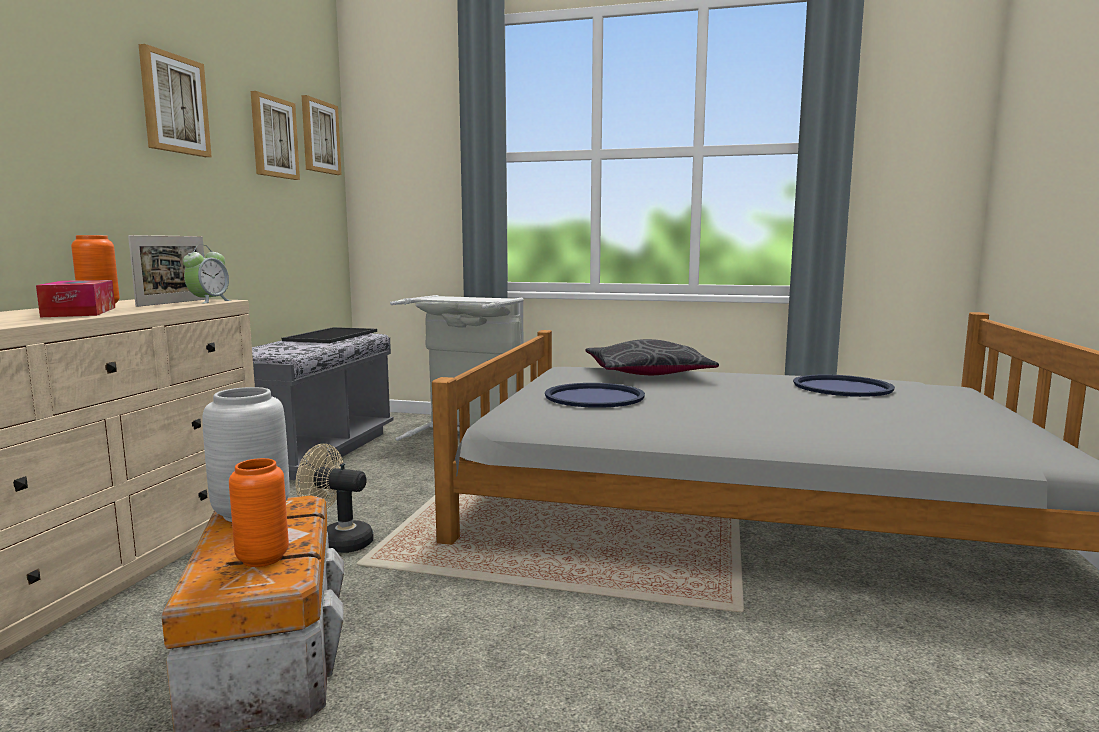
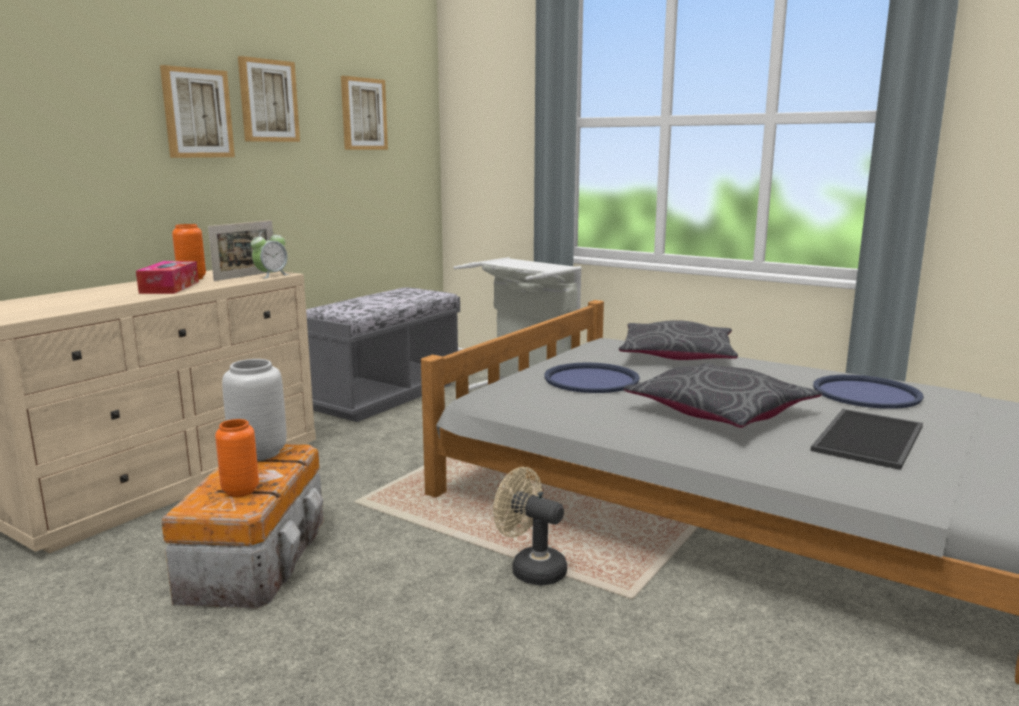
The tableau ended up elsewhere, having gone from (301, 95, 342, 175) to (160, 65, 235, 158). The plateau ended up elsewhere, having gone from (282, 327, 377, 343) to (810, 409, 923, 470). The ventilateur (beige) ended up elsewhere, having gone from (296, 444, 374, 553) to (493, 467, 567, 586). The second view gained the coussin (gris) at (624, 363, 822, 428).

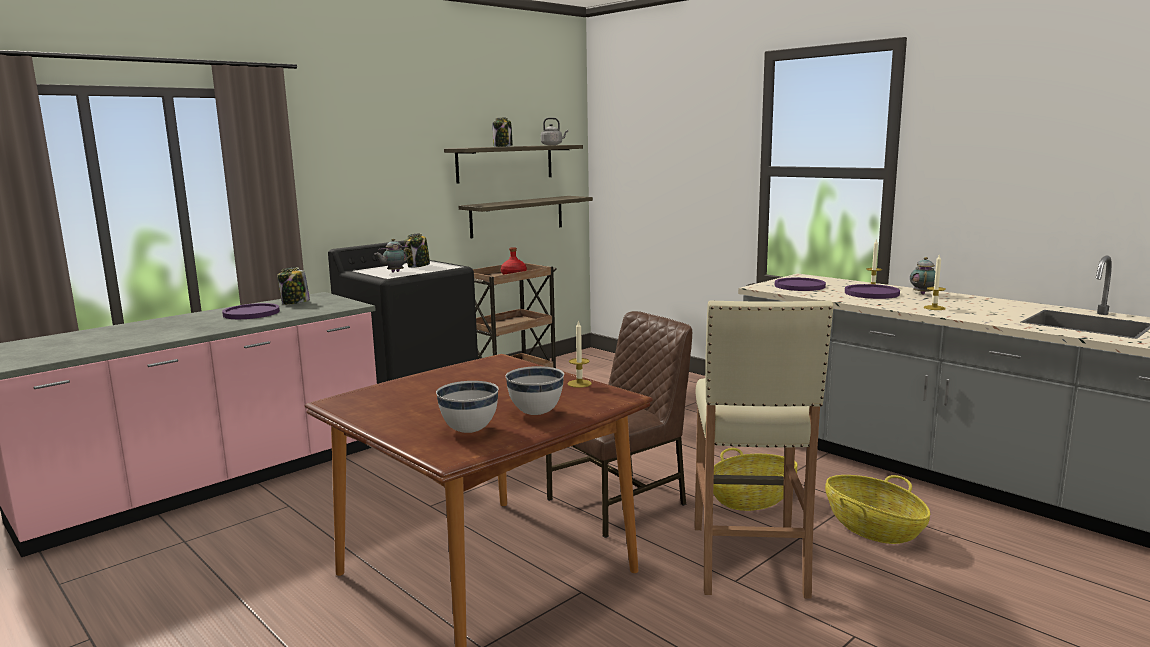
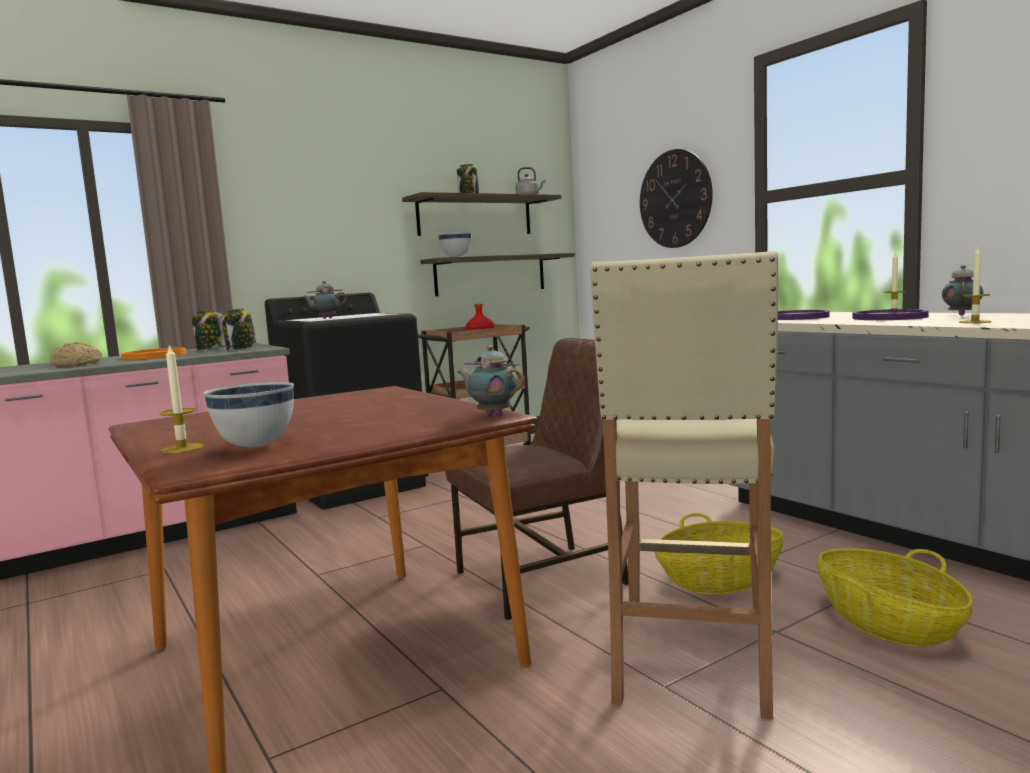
The bocal ended up elsewhere, having gone from (404, 233, 430, 268) to (221, 308, 257, 350). What was the assiette (violet) at (222, 303, 280, 319) turned into the assiette (orange) at (121, 347, 186, 360). The bougie ended up elsewhere, having gone from (568, 320, 592, 388) to (159, 345, 203, 454). The bol (blanc) ended up elsewhere, having gone from (506, 366, 564, 415) to (438, 232, 471, 257). The second view gained the horloge murale at (640, 149, 713, 248). The second view gained the pain at (50, 342, 102, 366). The second view gained the théière at (458, 345, 525, 415).

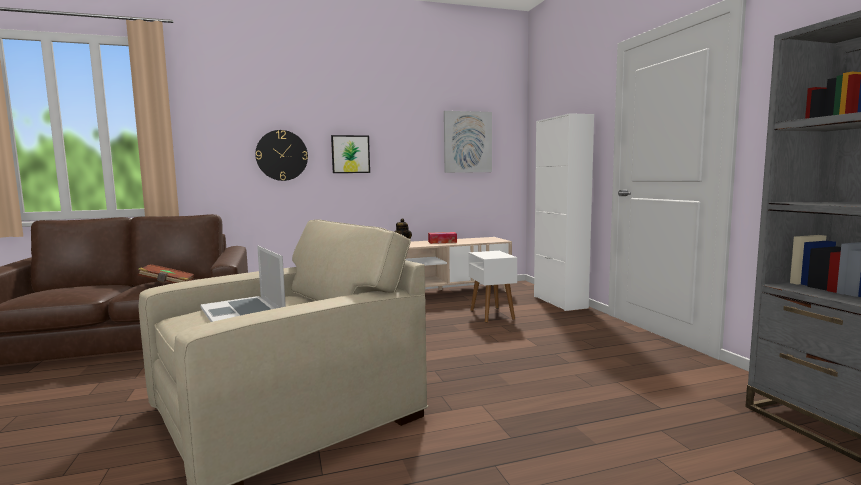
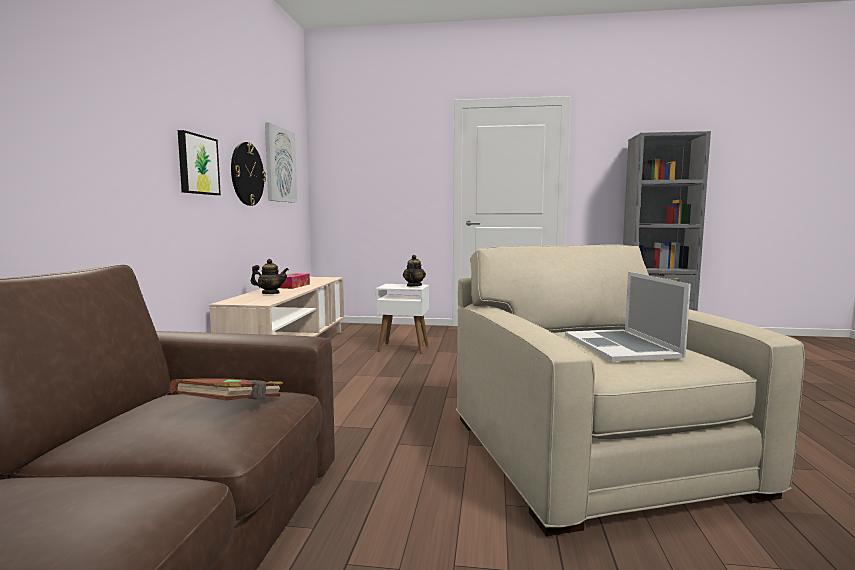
The second view lost the meuble de rangement (blanc) at (534, 113, 594, 311). The horloge murale ended up elsewhere, having gone from (255, 130, 308, 181) to (231, 142, 266, 206). The ordinateur portable at (200, 246, 286, 322) ended up facing another way, 90 degrees clockwise from before. The second view gained the théière at (403, 255, 426, 287).

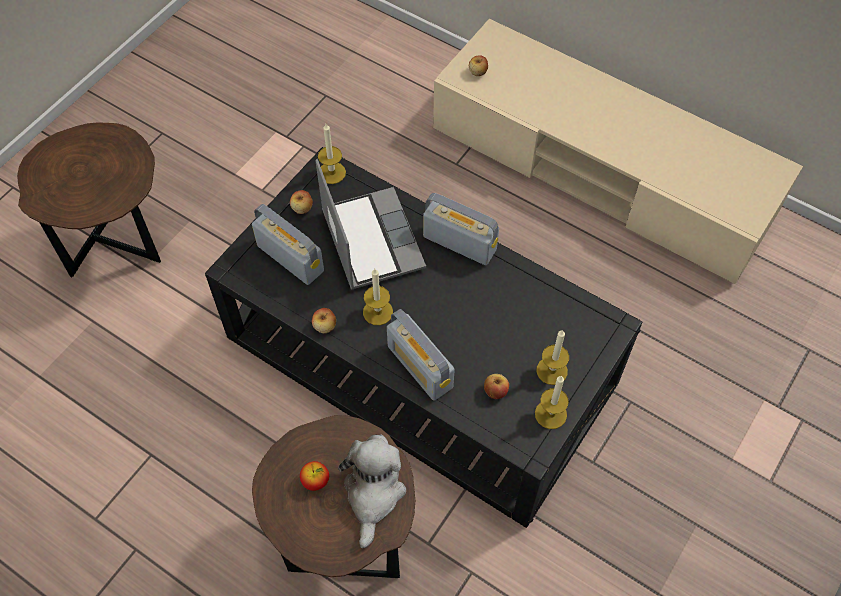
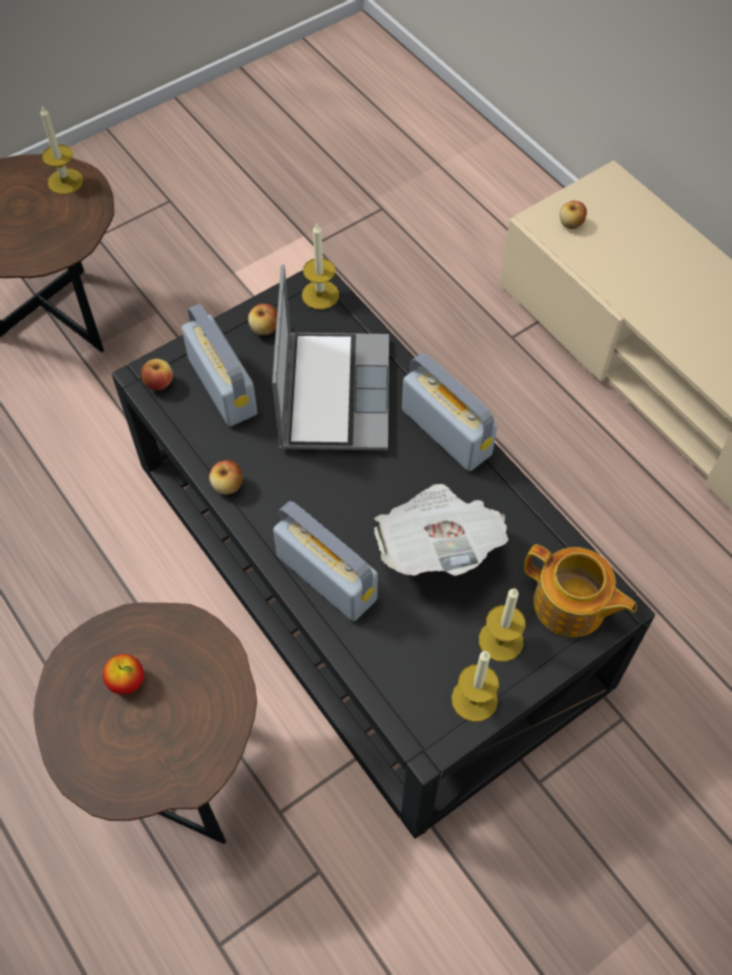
The bougie ended up elsewhere, having gone from (363, 269, 393, 325) to (40, 106, 83, 194). The radio at (387, 309, 454, 401) ended up facing another way, 150 degrees clockwise from before. The pomme ended up elsewhere, having gone from (484, 374, 509, 399) to (141, 359, 173, 390). The second view lost the peluche at (338, 434, 406, 548). The second view gained the journal at (374, 484, 509, 576). The second view gained the théière at (524, 544, 637, 637).

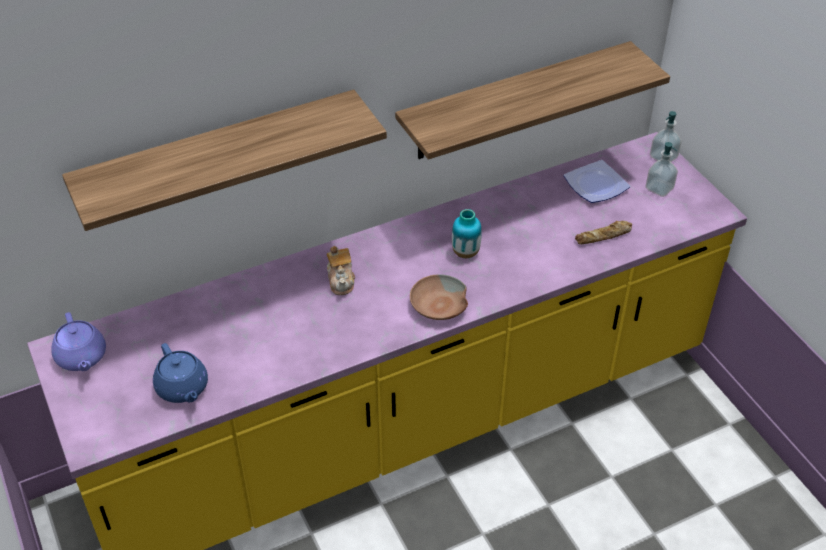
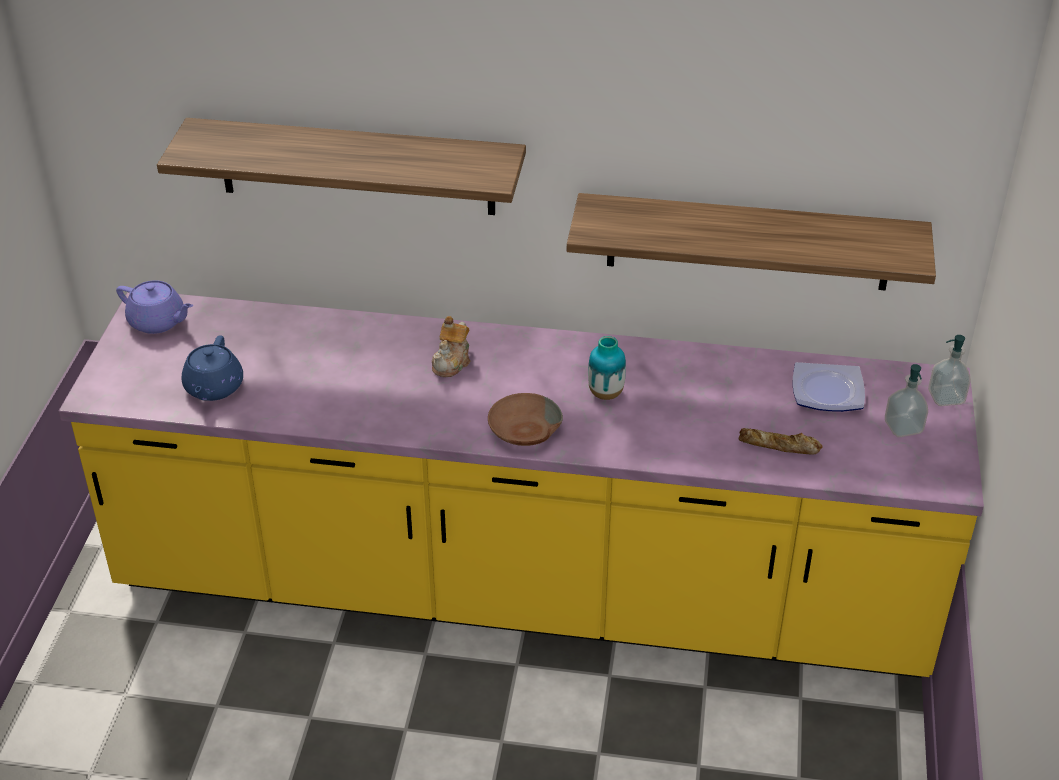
The théière (violet) at (51, 312, 106, 371) ended up facing another way, 75 degrees counterclockwise from before.

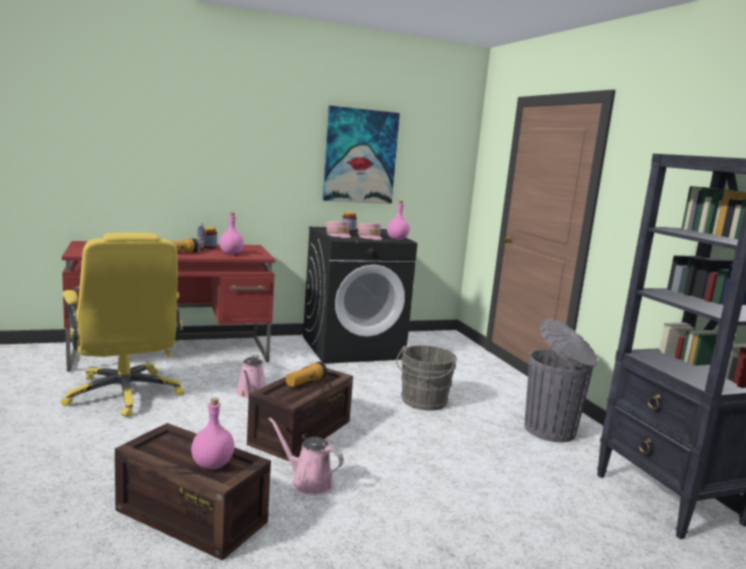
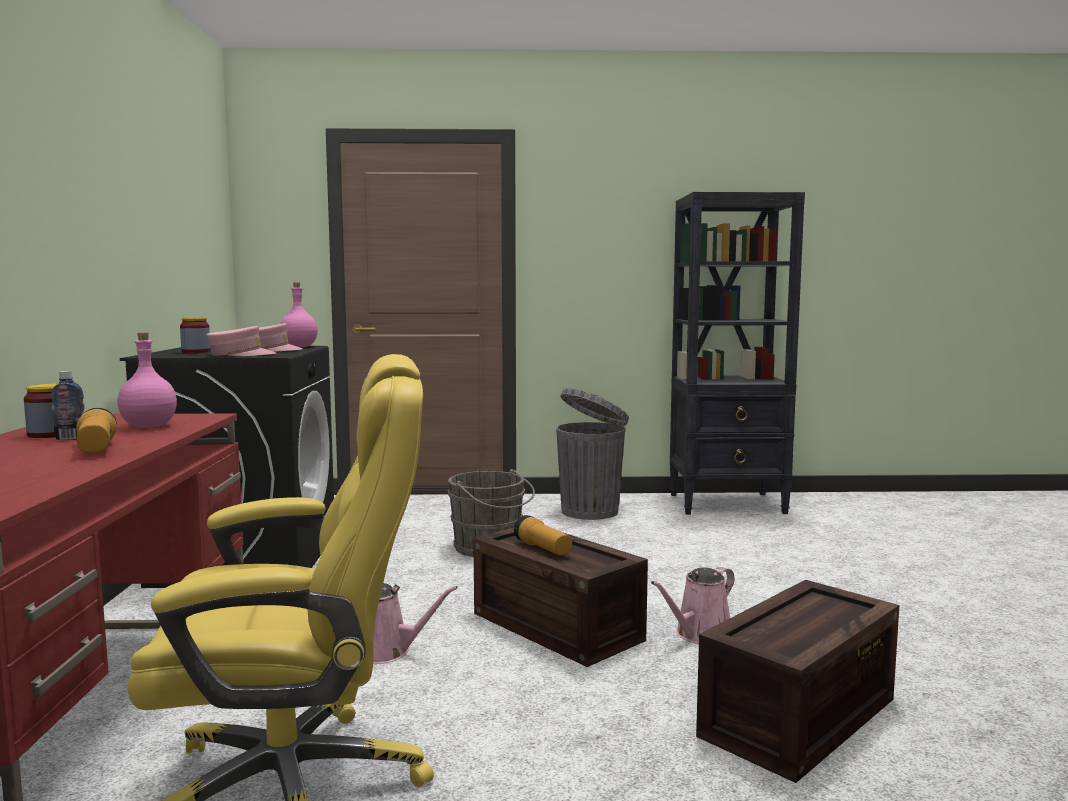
The second view lost the tableau at (323, 105, 400, 204). The second view lost the bouteille (rose) at (191, 397, 234, 469).

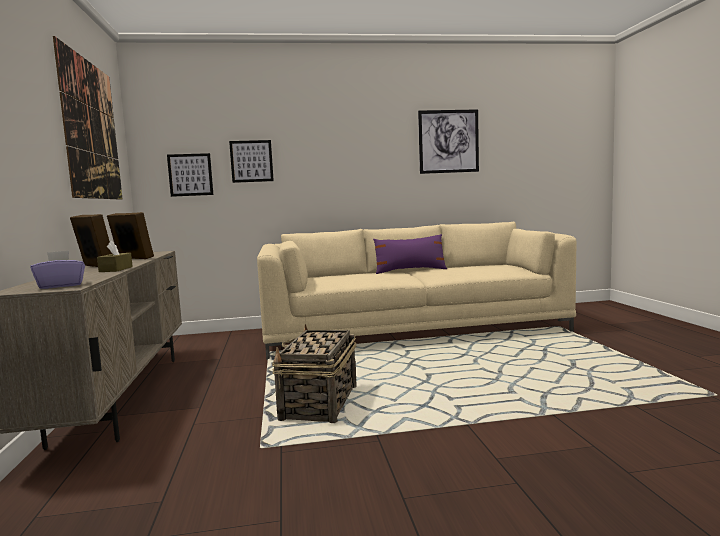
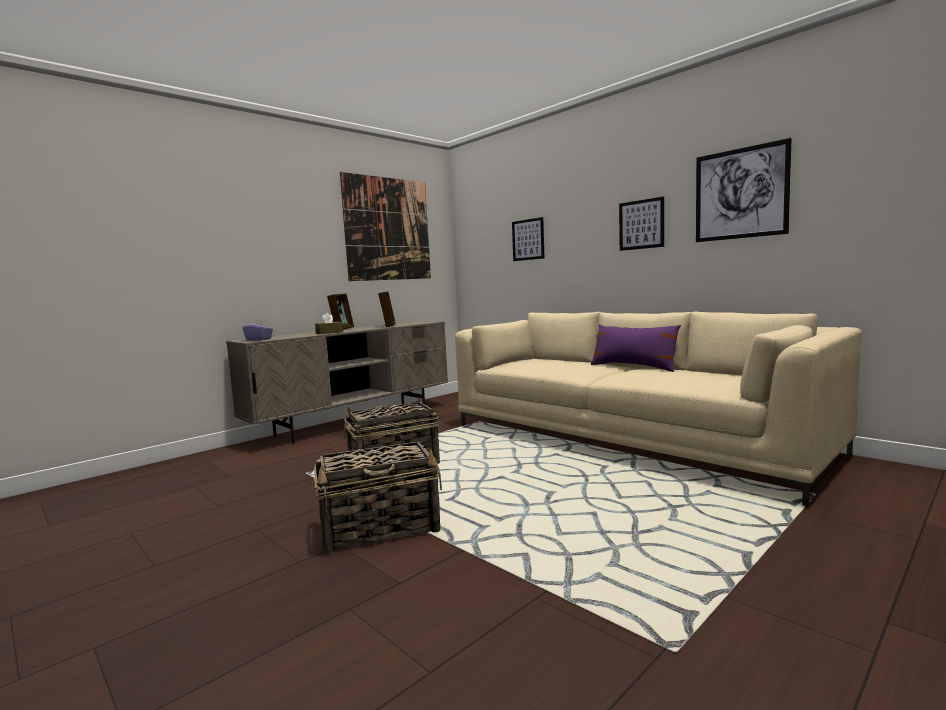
The tableau ended up elsewhere, having gone from (167, 153, 213, 197) to (619, 197, 664, 251). The second view gained the panier at (314, 441, 442, 554).

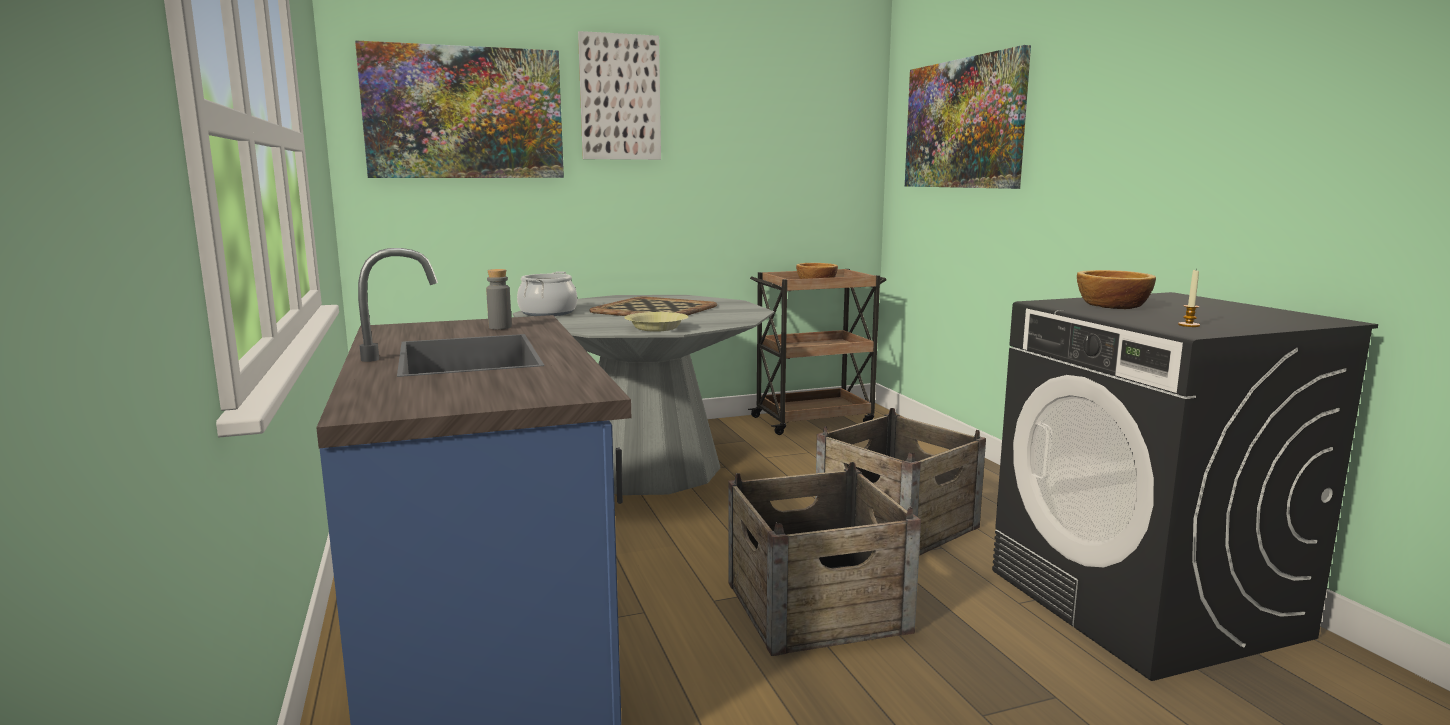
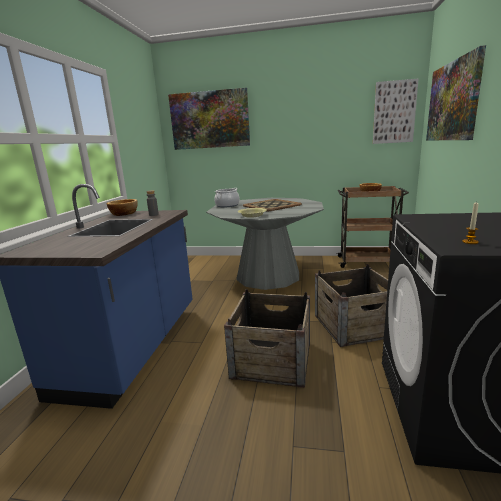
The tableau ended up elsewhere, having gone from (578, 31, 661, 160) to (373, 78, 419, 144). The bol ended up elsewhere, having gone from (1077, 270, 1156, 309) to (107, 199, 138, 216).

